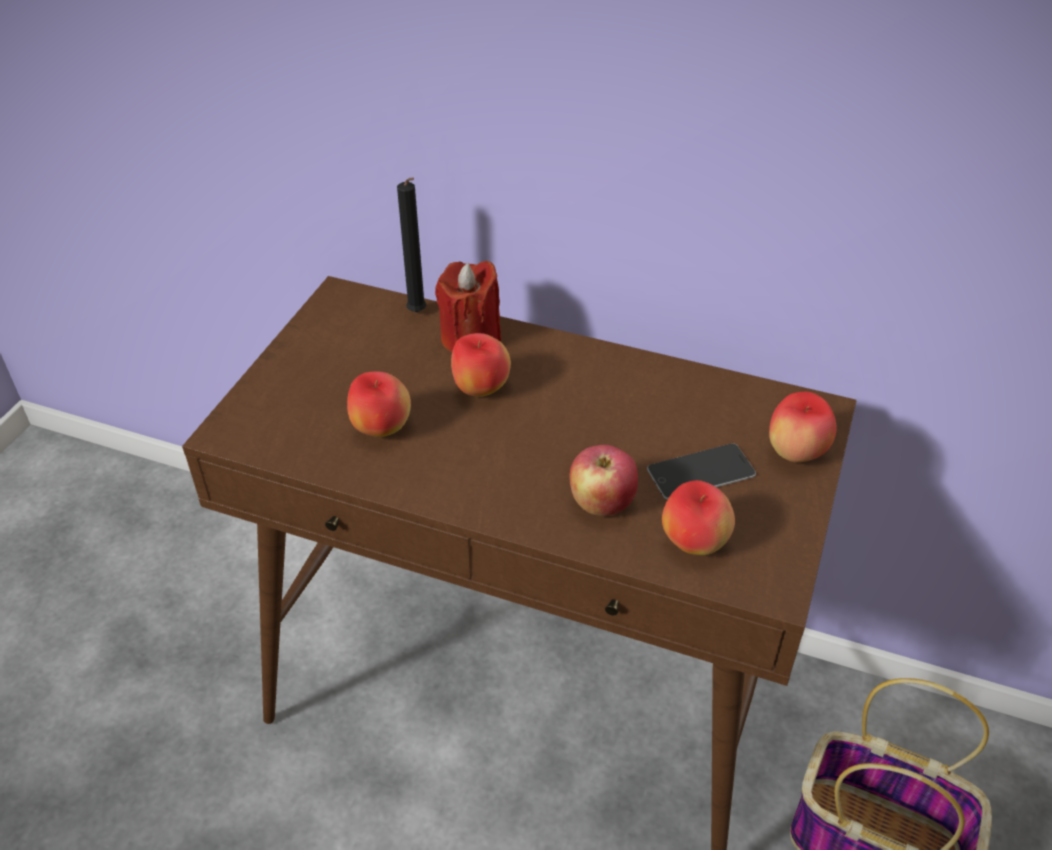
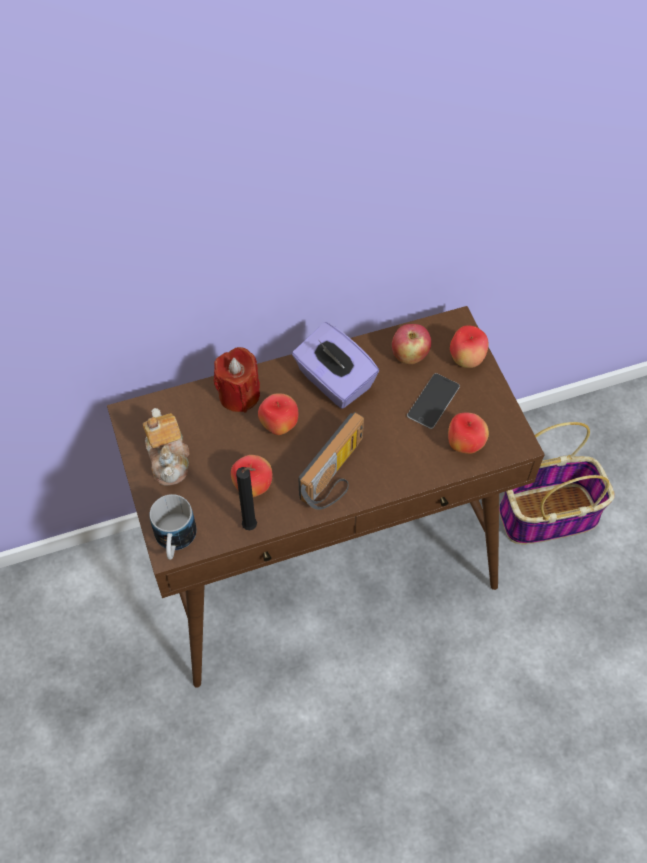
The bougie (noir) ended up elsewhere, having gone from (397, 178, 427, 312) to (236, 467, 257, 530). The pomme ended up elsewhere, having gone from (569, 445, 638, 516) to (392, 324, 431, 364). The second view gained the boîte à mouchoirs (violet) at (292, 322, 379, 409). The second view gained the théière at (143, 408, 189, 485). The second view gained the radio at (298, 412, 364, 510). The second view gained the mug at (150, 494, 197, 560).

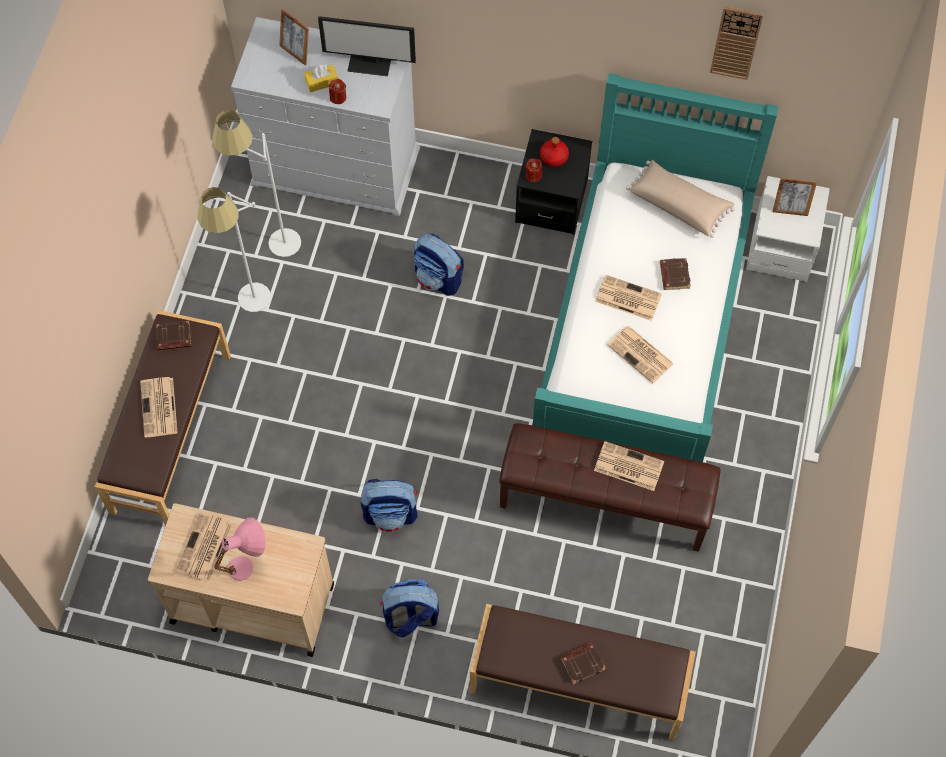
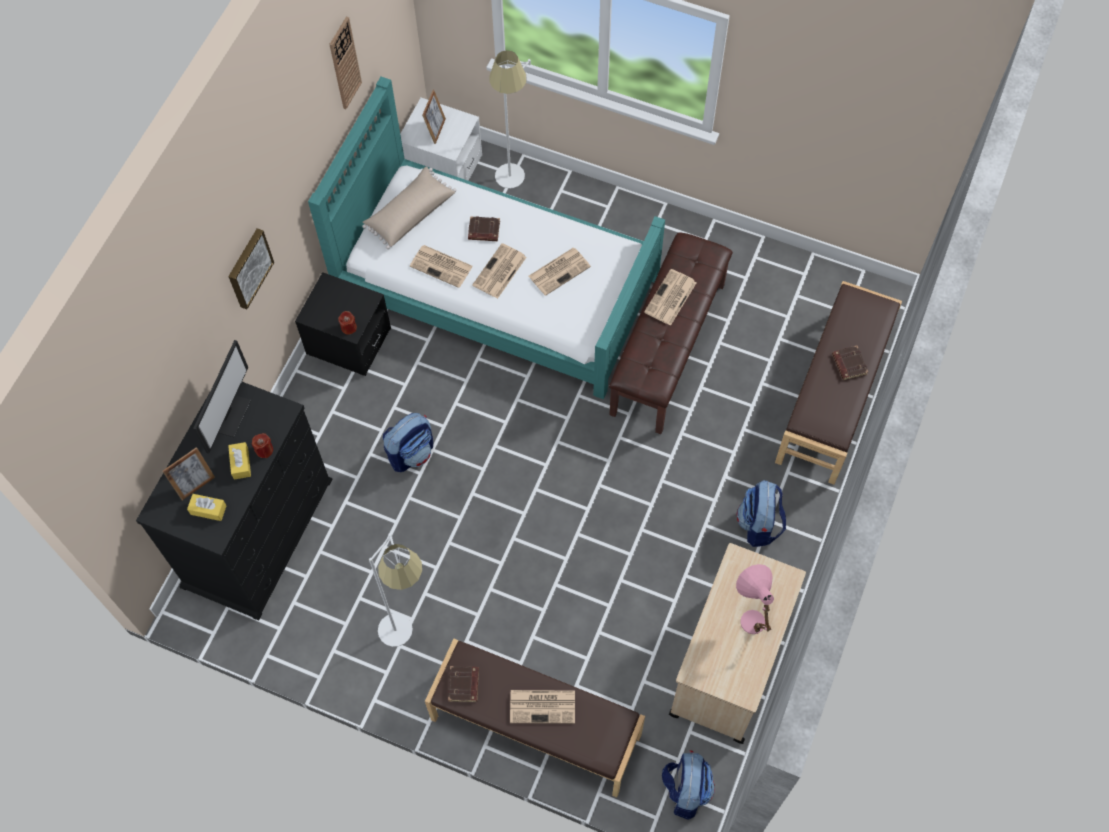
What was the commode (blanc) at (231, 17, 420, 216) turned into the commode (noir) at (136, 382, 332, 620). The lampadaire (blanc) ended up elsewhere, having gone from (212, 110, 301, 257) to (489, 50, 531, 189). The second view lost the bouteille (rouge) at (540, 137, 569, 167). The sac à dos ended up elsewhere, having gone from (361, 479, 418, 532) to (662, 750, 715, 820). The journal ended up elsewhere, having gone from (176, 512, 233, 582) to (410, 245, 473, 288). The second view gained the tableau at (228, 228, 274, 309). The second view gained the boîte à mouchoirs (jaune) at (187, 494, 227, 521).

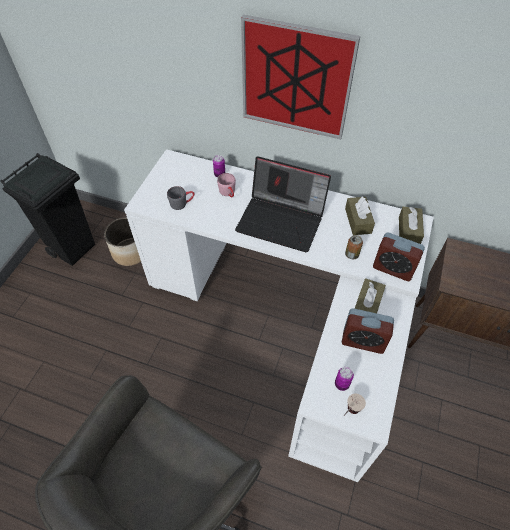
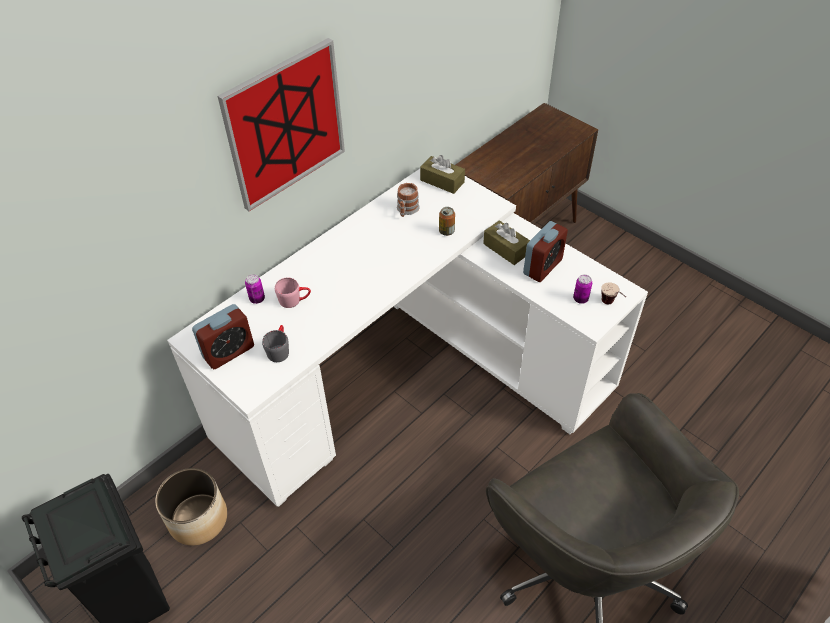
The second view lost the ordinateur portable at (235, 156, 331, 252). Where the boîte à mouchoirs (marron) stood at (345, 196, 375, 235), the mug came to stand at (397, 183, 420, 217). The réveil ended up elsewhere, having gone from (373, 233, 425, 281) to (192, 304, 254, 369).

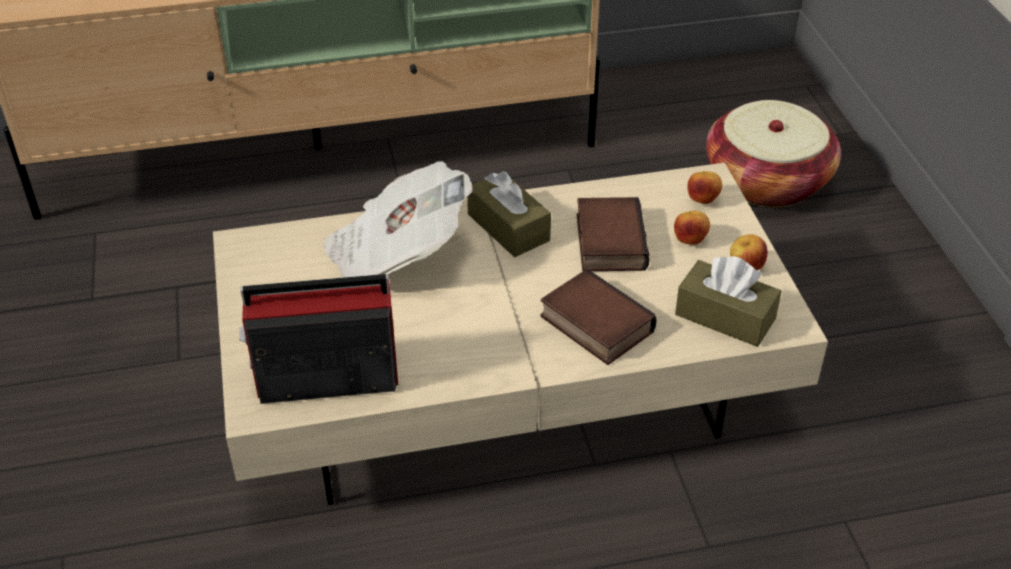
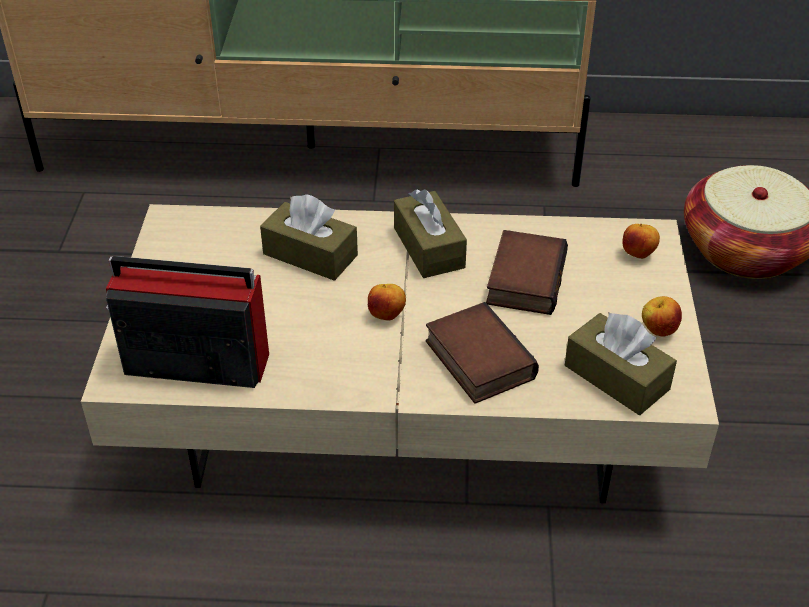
Where the journal stood at (323, 161, 473, 277), the boîte à mouchoirs (marron) came to stand at (260, 194, 358, 281). The pomme ended up elsewhere, having gone from (674, 210, 710, 245) to (368, 284, 406, 321).

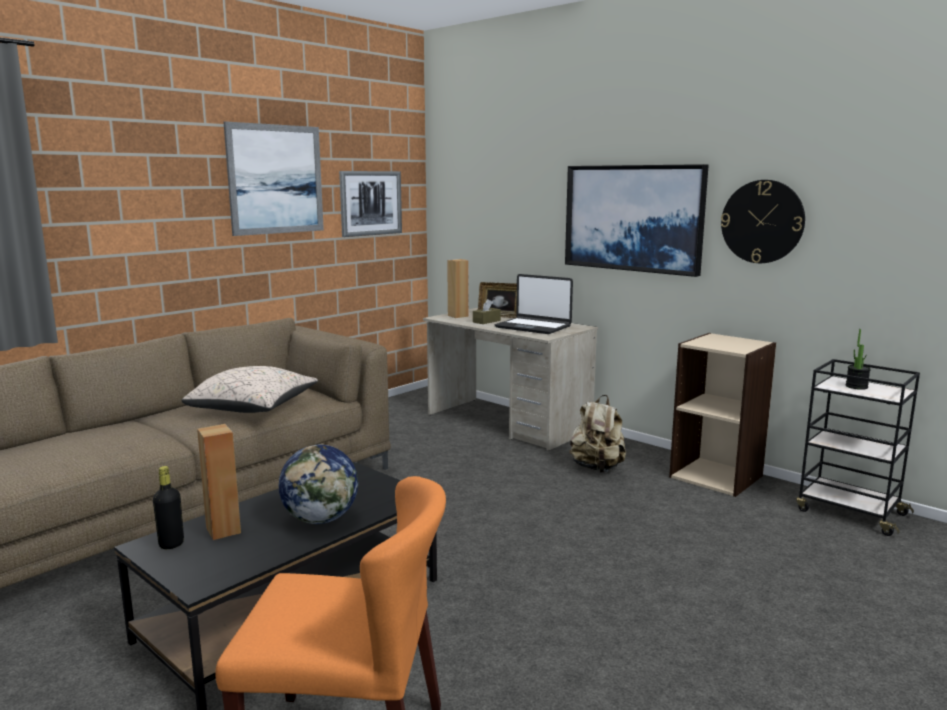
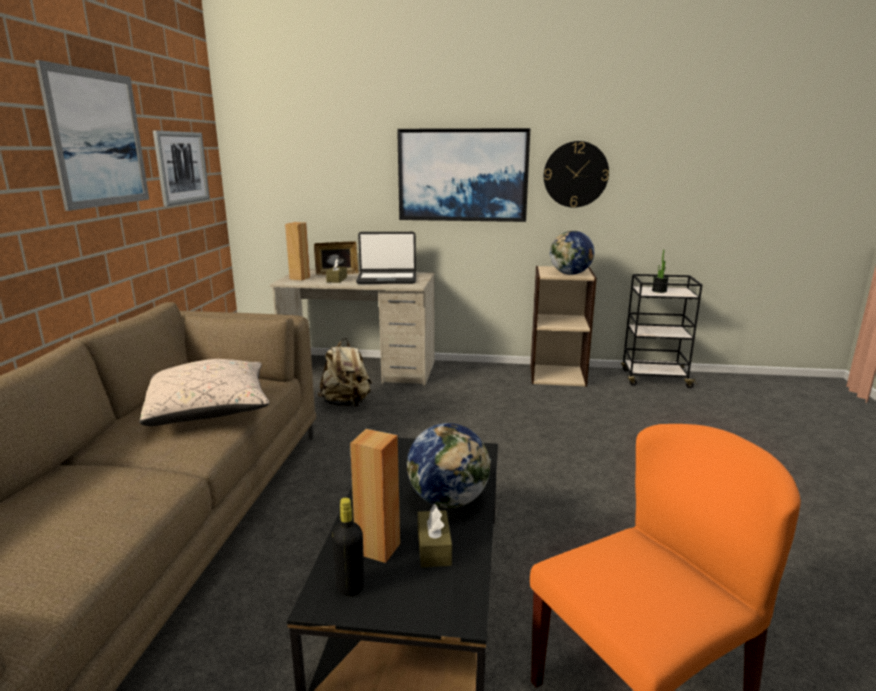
The sac à dos (beige) ended up elsewhere, having gone from (569, 395, 626, 473) to (318, 338, 372, 407). The second view gained the globe at (550, 231, 595, 275). The second view gained the boîte à mouchoirs (marron) at (418, 504, 452, 567).

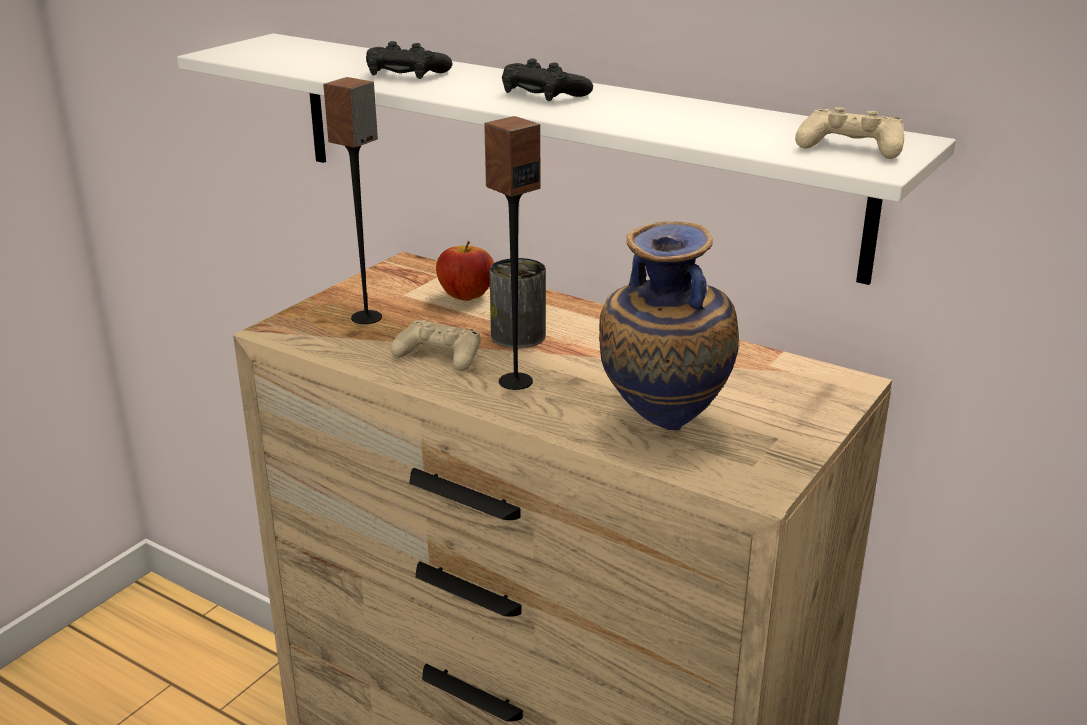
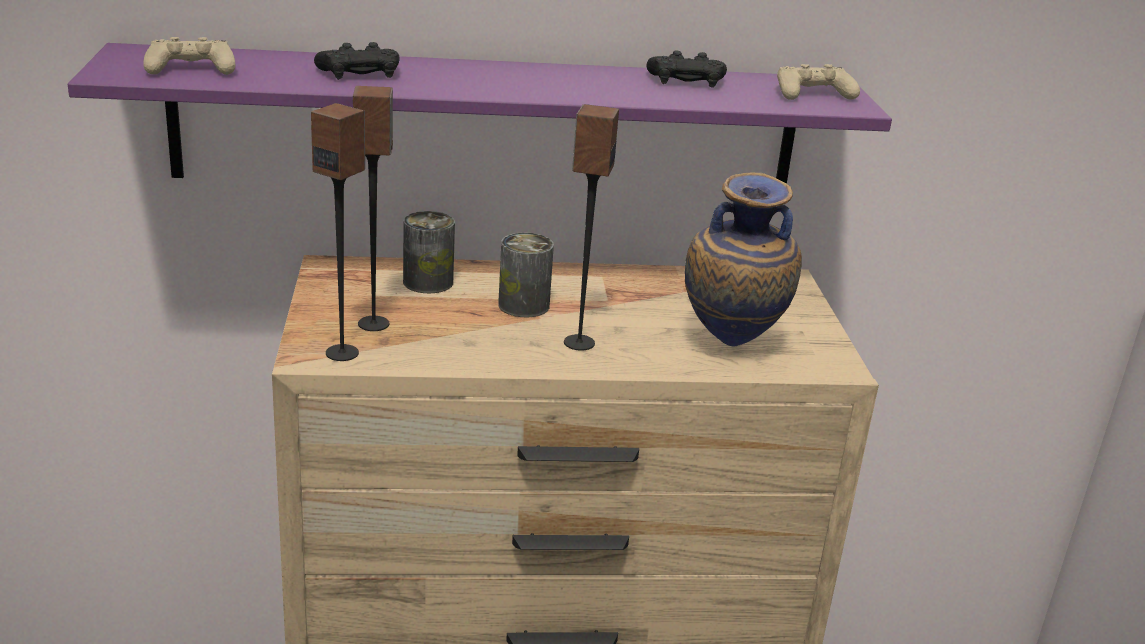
What was the étagère (blanc) at (177, 33, 956, 285) turned into the étagère (violet) at (68, 43, 892, 184). The manette (noir) ended up elsewhere, having gone from (502, 59, 593, 101) to (646, 50, 727, 88). Where the pomme stood at (436, 241, 494, 301), the boîte métallique came to stand at (403, 211, 455, 293). The manette (beige) ended up elsewhere, having gone from (390, 320, 481, 371) to (143, 37, 235, 75). The second view gained the enceinte at (311, 103, 365, 361).

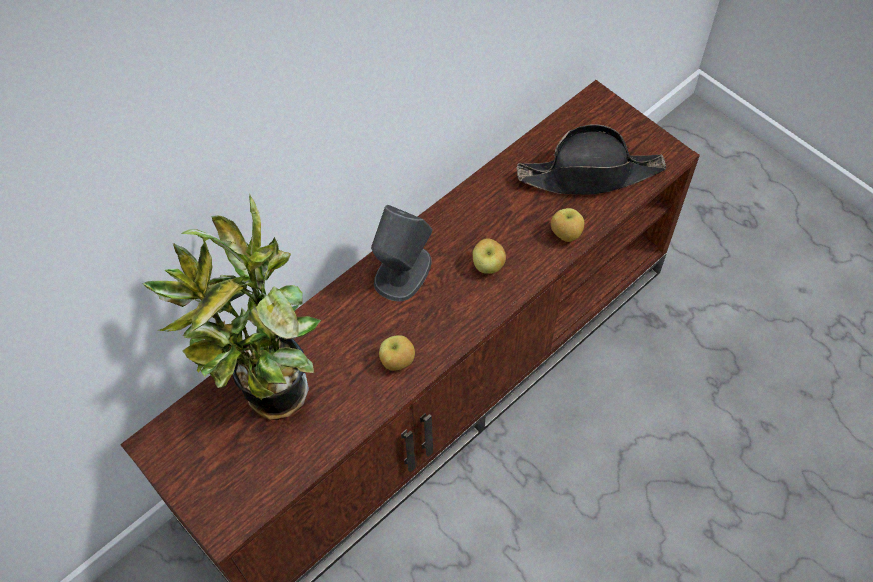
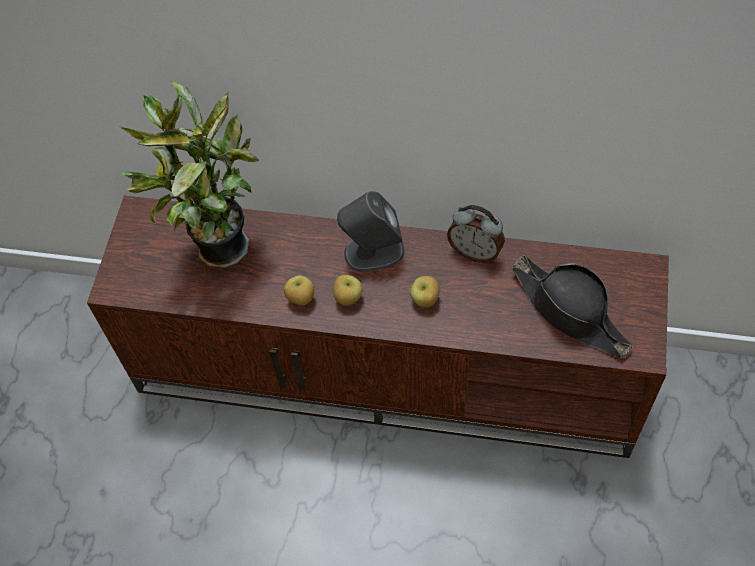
The pomme ended up elsewhere, having gone from (551, 208, 584, 242) to (333, 275, 362, 306). The second view gained the réveil at (447, 205, 505, 263).

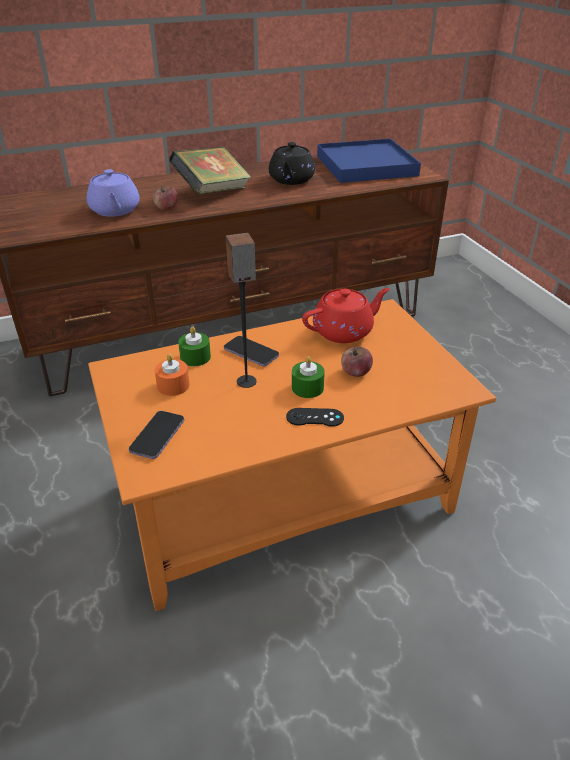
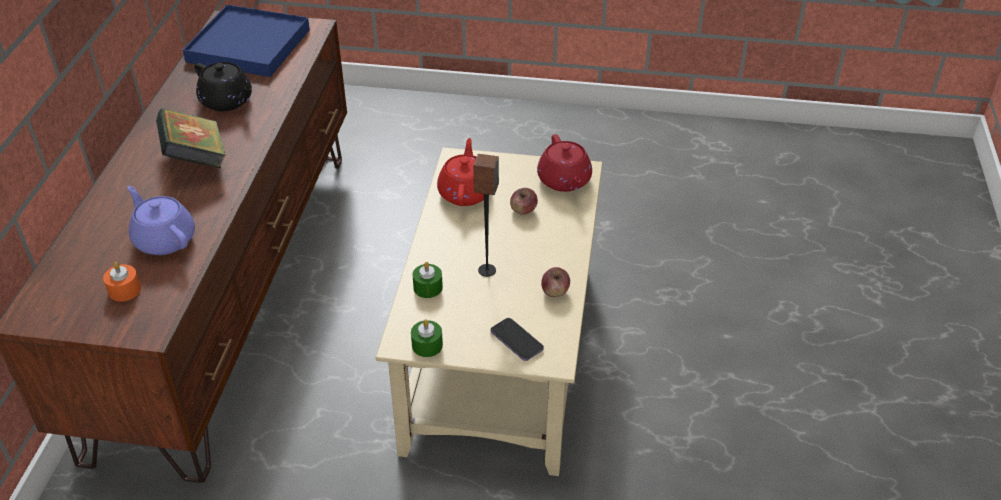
The théière (violet) at (87, 169, 140, 217) ended up facing another way, 150 degrees counterclockwise from before. The pomme ended up elsewhere, having gone from (153, 186, 178, 210) to (541, 267, 570, 297). What was the table basse (orange) at (88, 299, 496, 611) turned into the table basse (beige) at (376, 147, 603, 476). The second view lost the téléphone at (224, 336, 279, 366). The bougie (orange) ended up elsewhere, having gone from (155, 354, 190, 396) to (103, 262, 141, 302). The bougie (vert) ended up elsewhere, having gone from (292, 356, 325, 398) to (411, 319, 443, 357). The second view lost the manette (noir) at (286, 408, 344, 427). The second view gained the théière (rouge) at (537, 134, 592, 192).

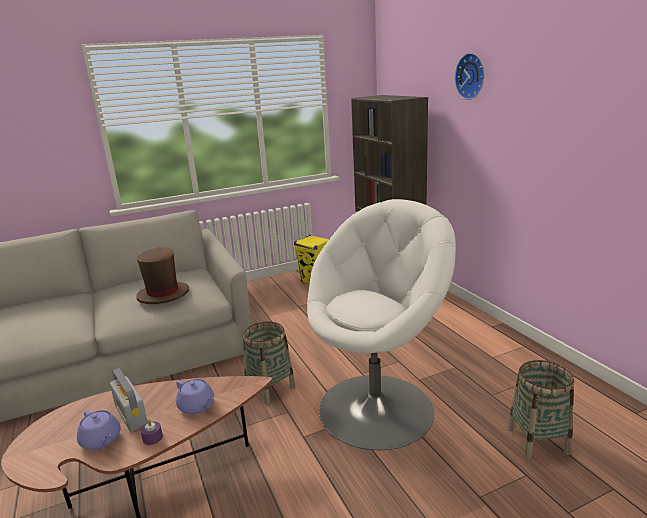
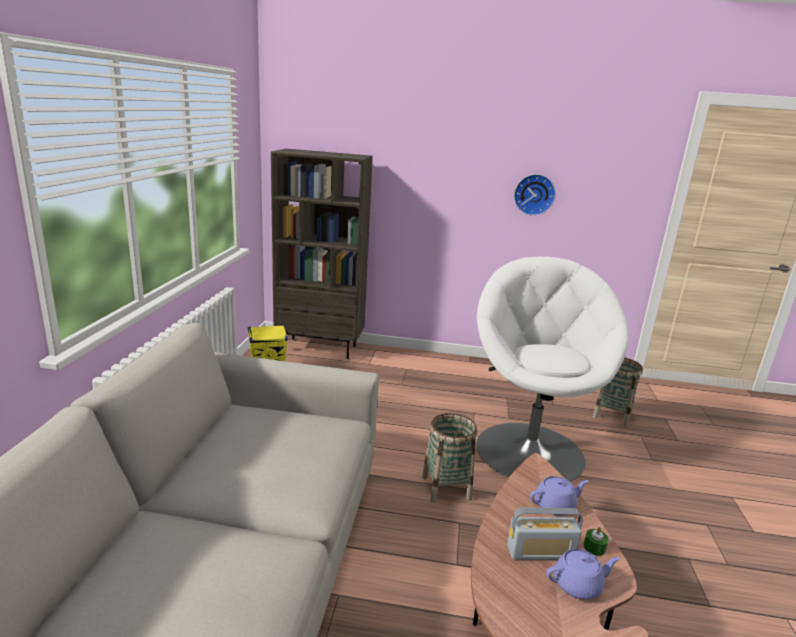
The horloge murale ended up elsewhere, having gone from (455, 53, 484, 100) to (514, 174, 556, 216). The second view lost the chapeau (marron) at (136, 247, 189, 304). What was the bougie (violet) at (140, 419, 163, 445) turned into the bougie (vert) at (584, 527, 608, 556).

